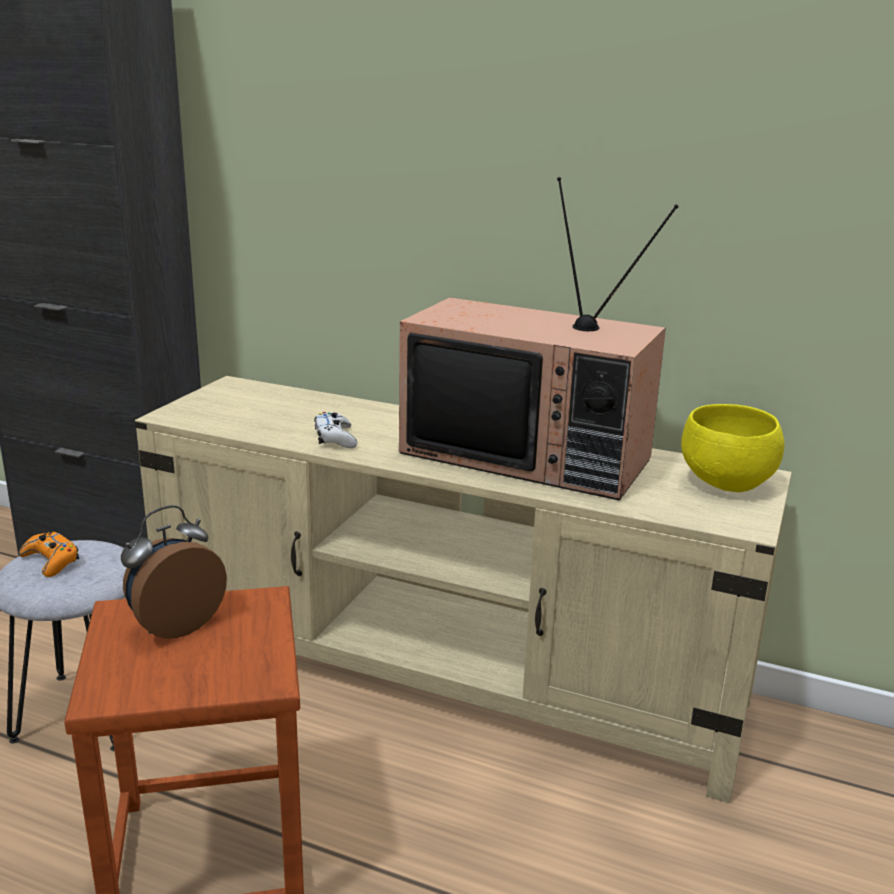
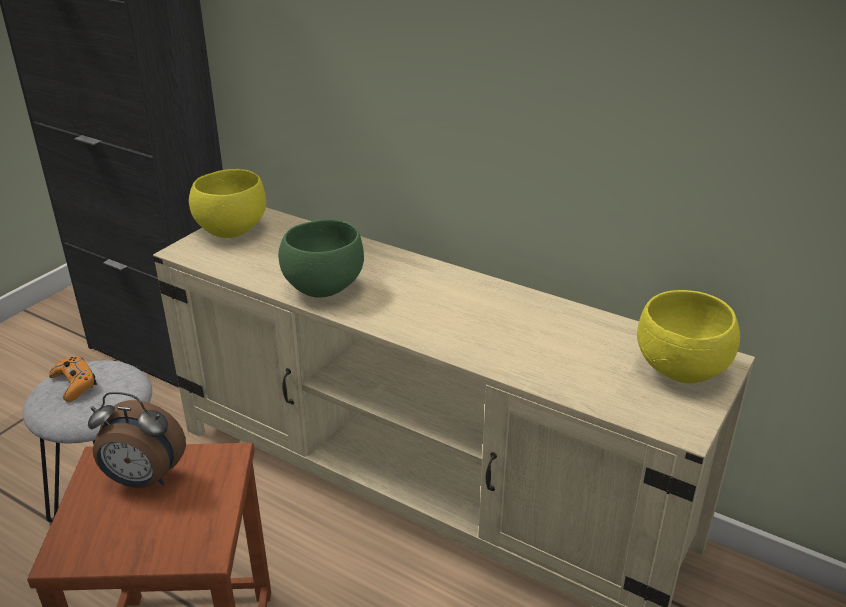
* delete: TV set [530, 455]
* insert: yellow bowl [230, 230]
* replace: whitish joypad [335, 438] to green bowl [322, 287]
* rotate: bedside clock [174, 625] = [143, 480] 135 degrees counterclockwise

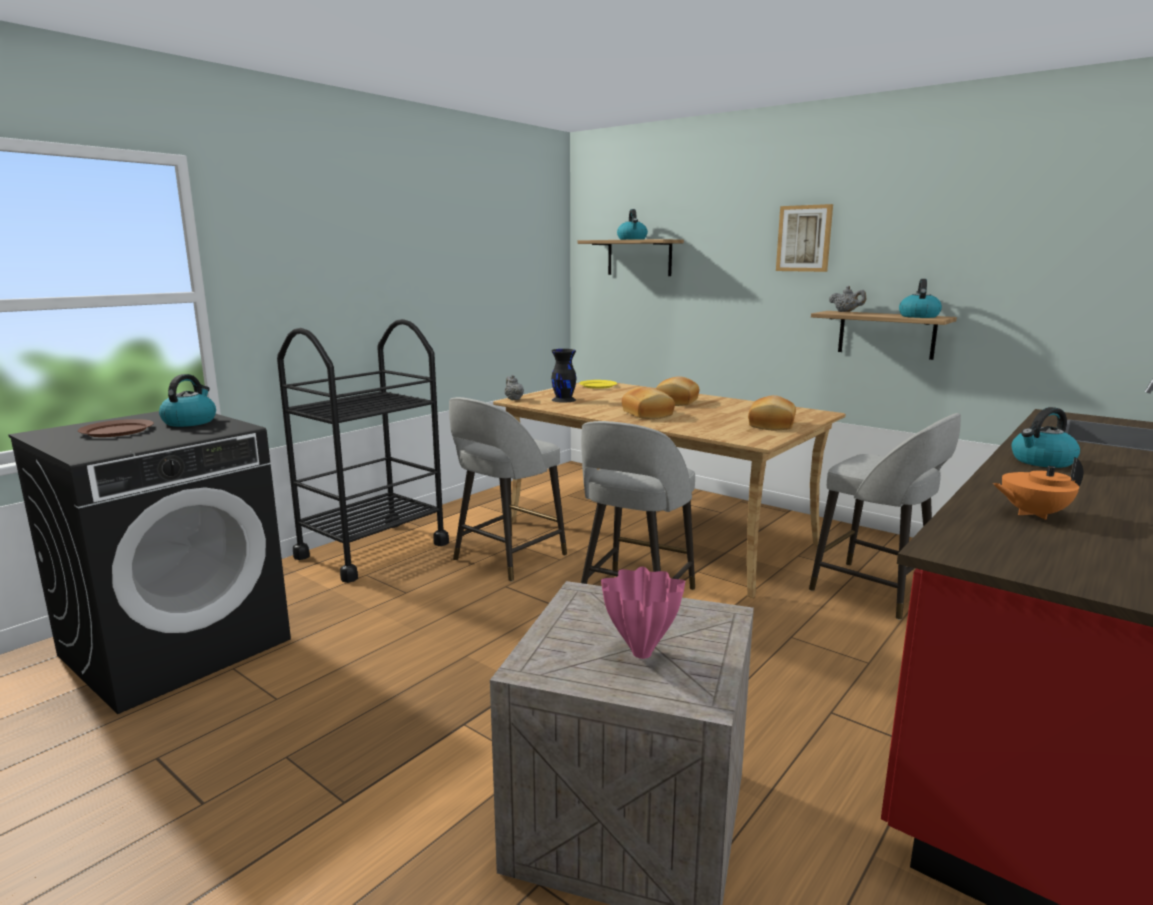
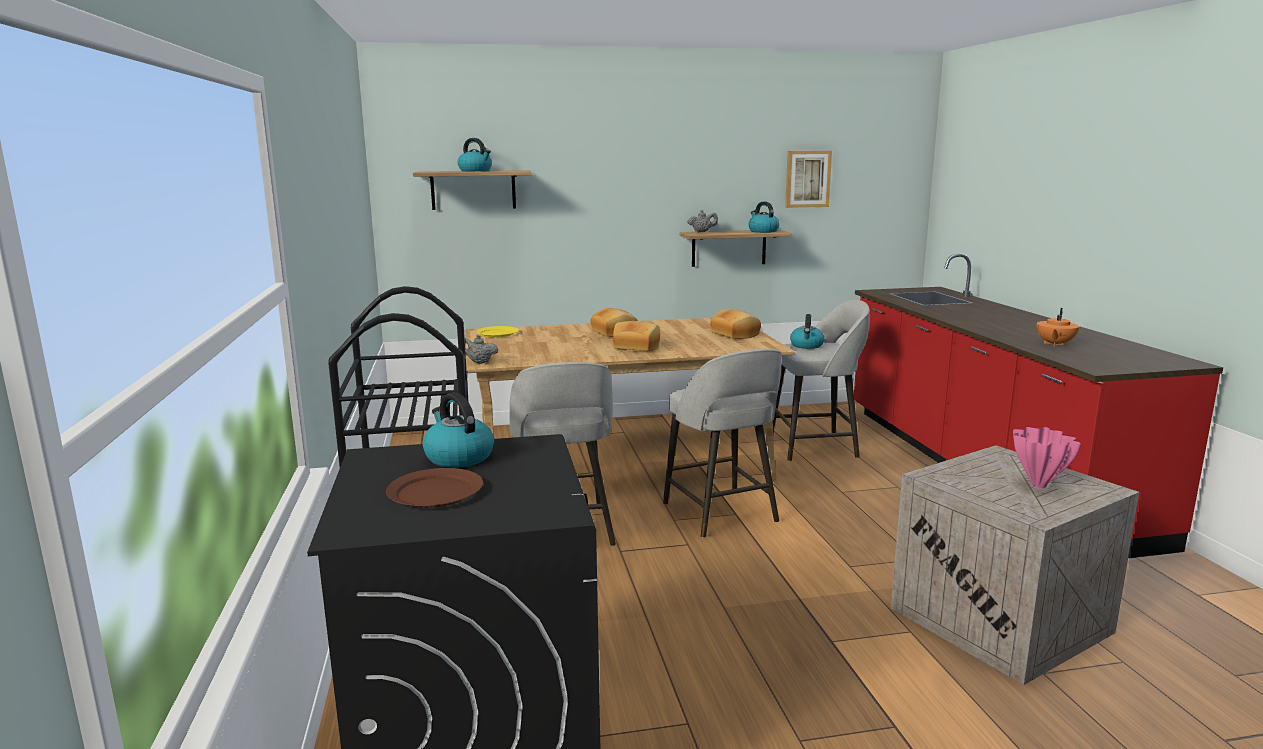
* delete: black decorative vase [564, 400]
* move: picture [804, 238] to [807, 179]
* move: kettle [1042, 461] to [807, 346]

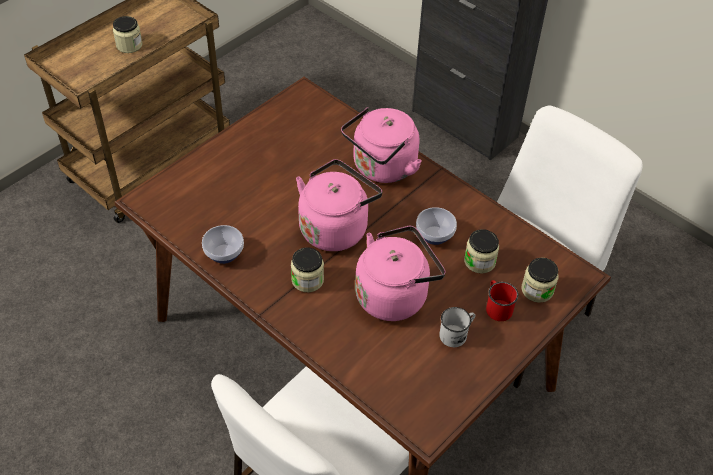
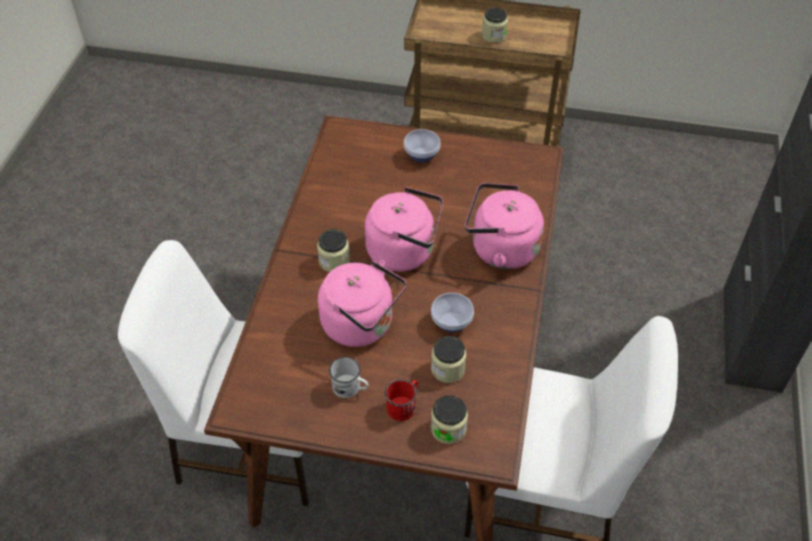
* move: bowl [223, 255] to [420, 155]

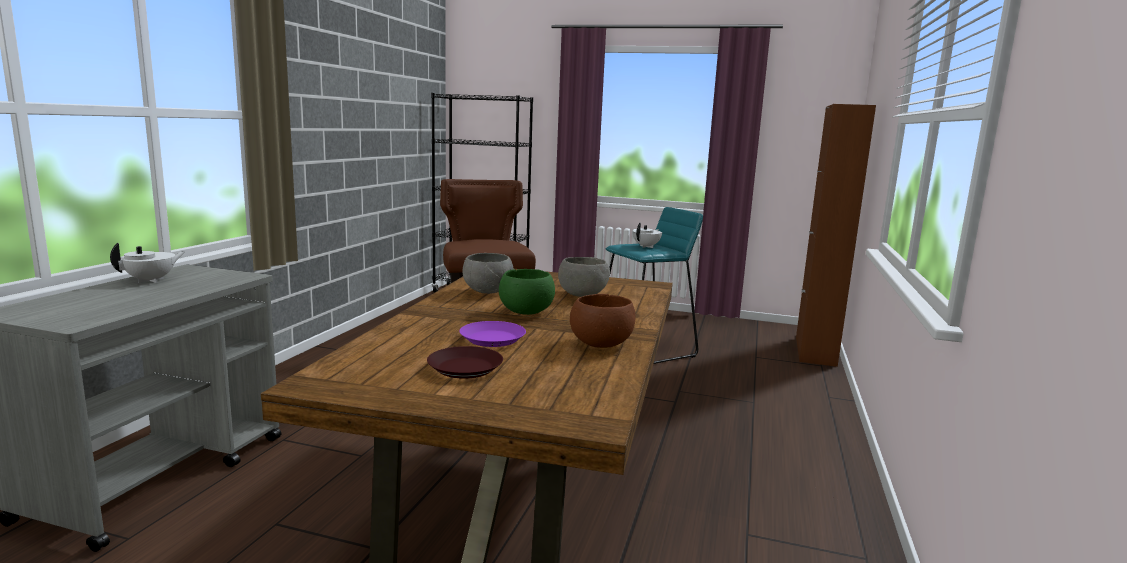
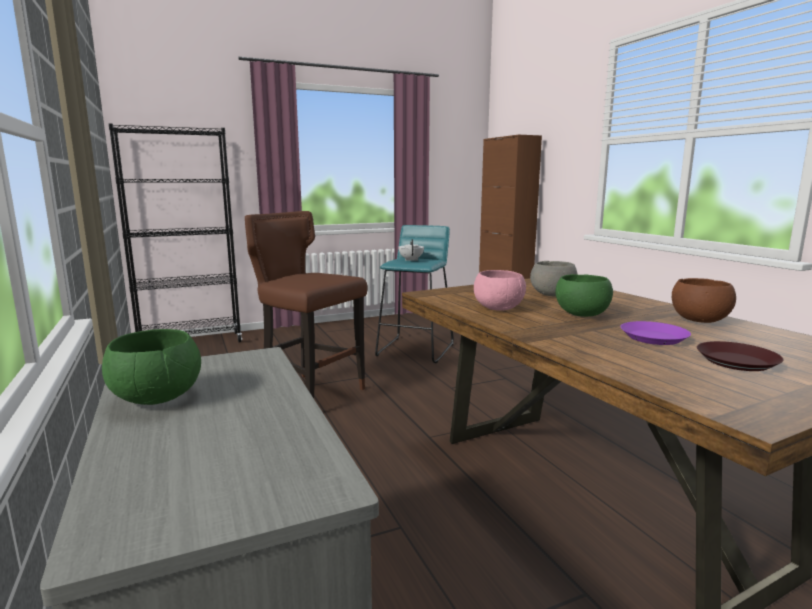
* replace: whitish tea pot [151, 280] to green bowl [158, 398]
* recolor: greyish bowl [488, 292] to pink bowl [499, 309]

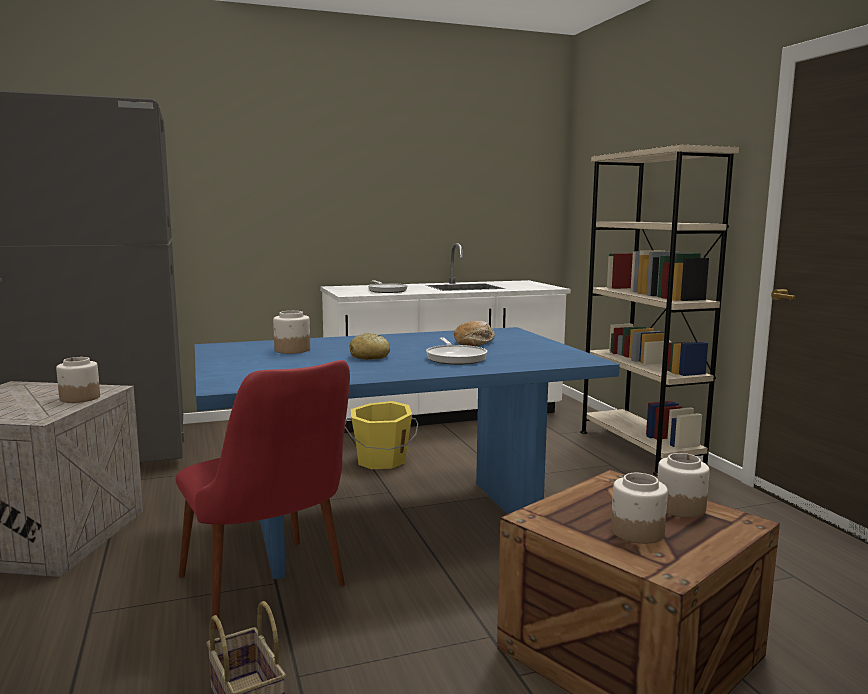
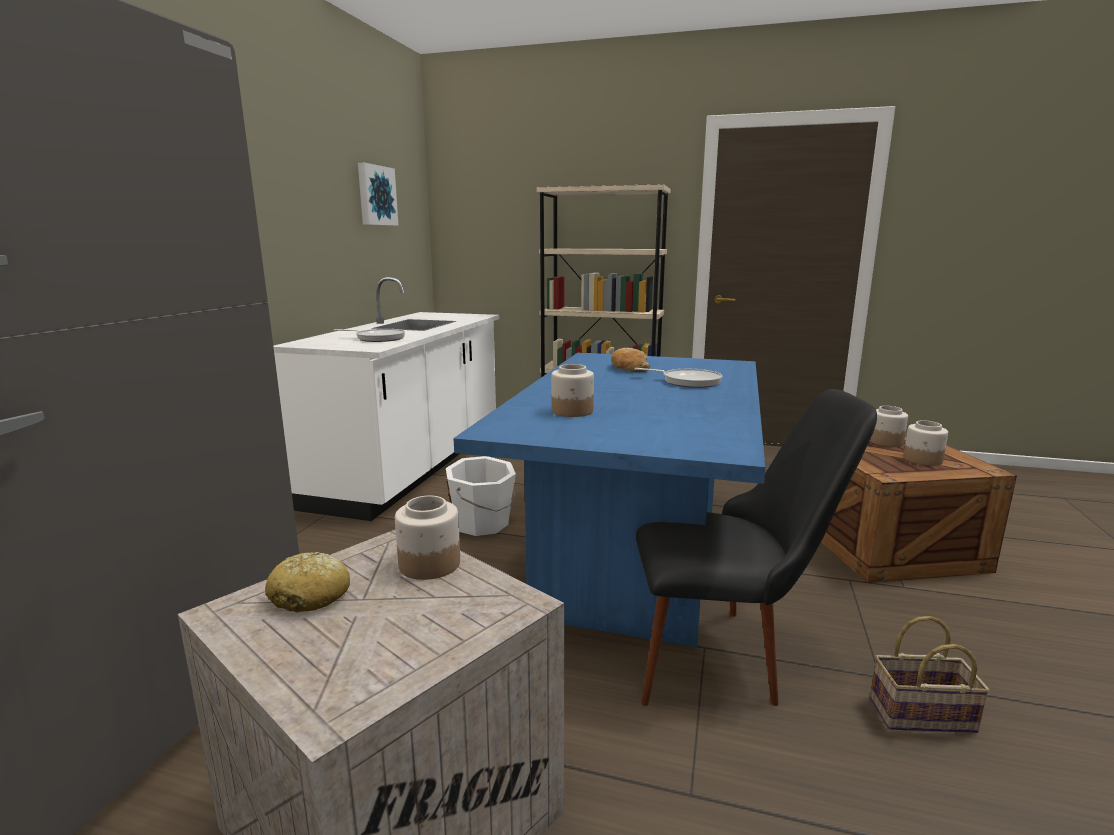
* insert: picture [376, 195]
* move: bread [370, 357] to [311, 596]
* recolor: red-coloured plain chair [272, 593] to black plain chair [725, 654]
* recolor: yellow bucket [381, 461] to whitish bucket [482, 523]

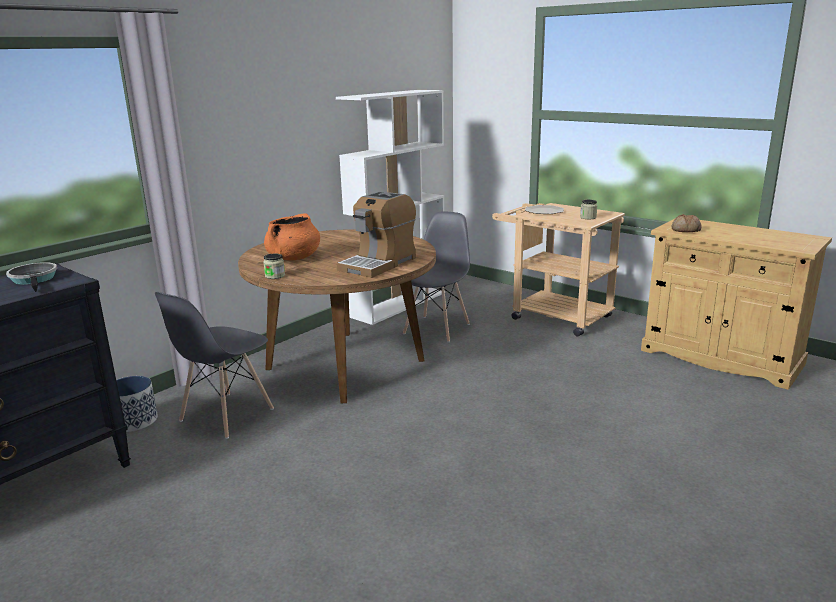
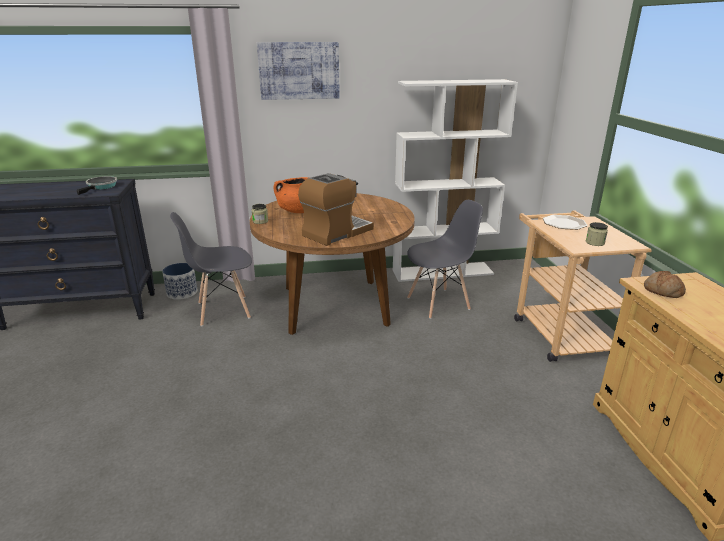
* insert: picture [299, 70]
* rotate: coffee brewer [379, 264] = [336, 233] 150 degrees clockwise

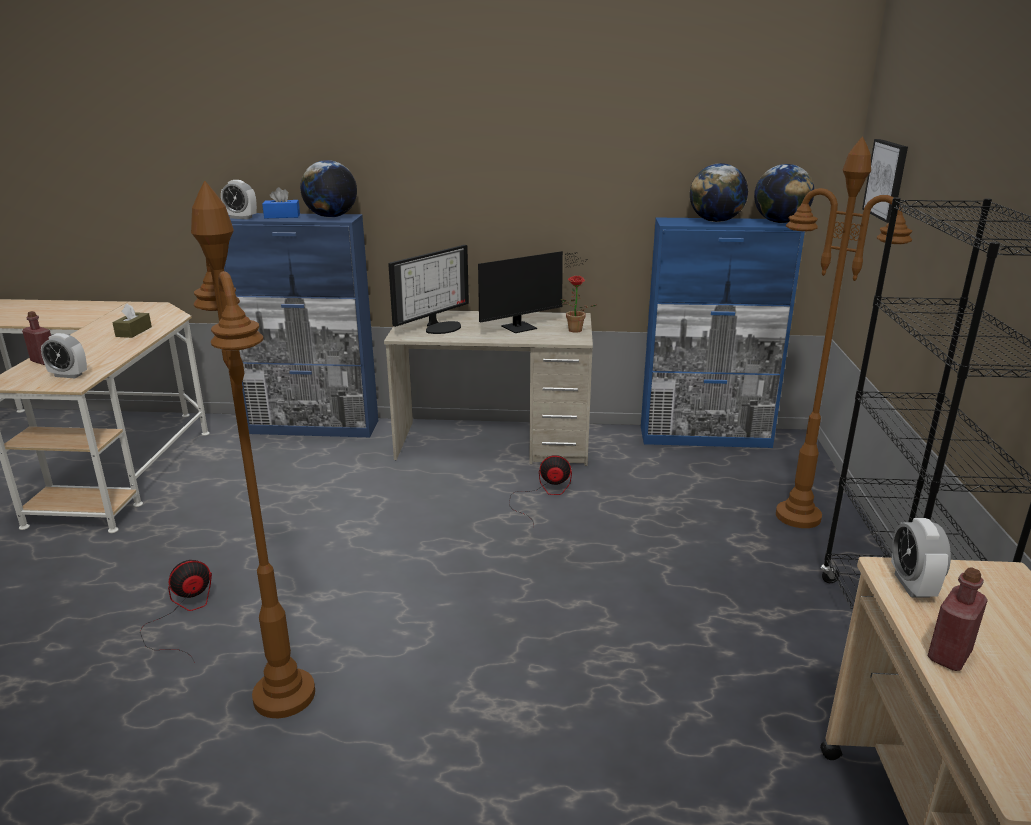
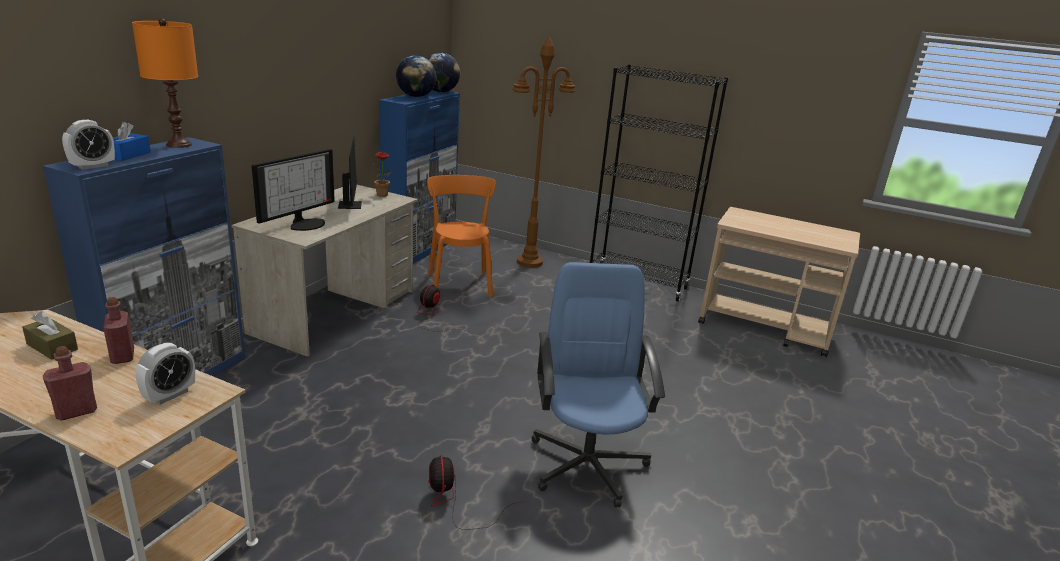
* delete: picture [886, 180]
* delete: bedside clock [912, 585]
* insert: orange-coloured plain chair [459, 283]
* move: red-coloured drink bottle [949, 655] to [122, 356]
* replace: brownish standing lamp [285, 696] to blue desk chair [587, 463]
* replace: world globe [331, 217] to orange-coloured lamp for a table [179, 145]
* rotate: monitor [440, 327] = [305, 223] 60 degrees clockwise

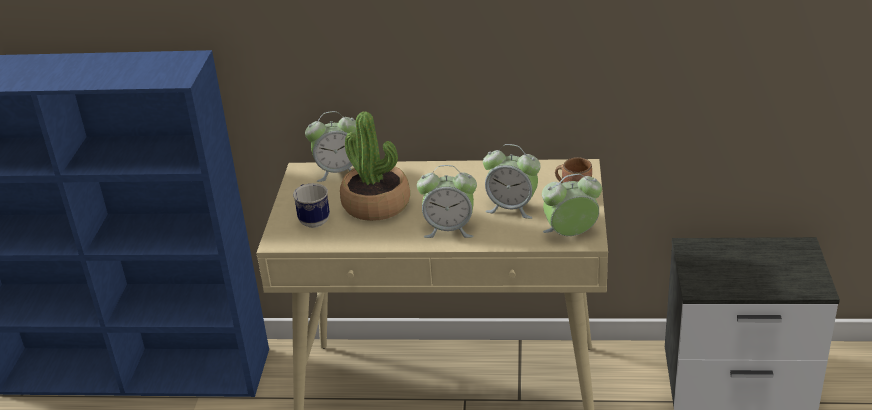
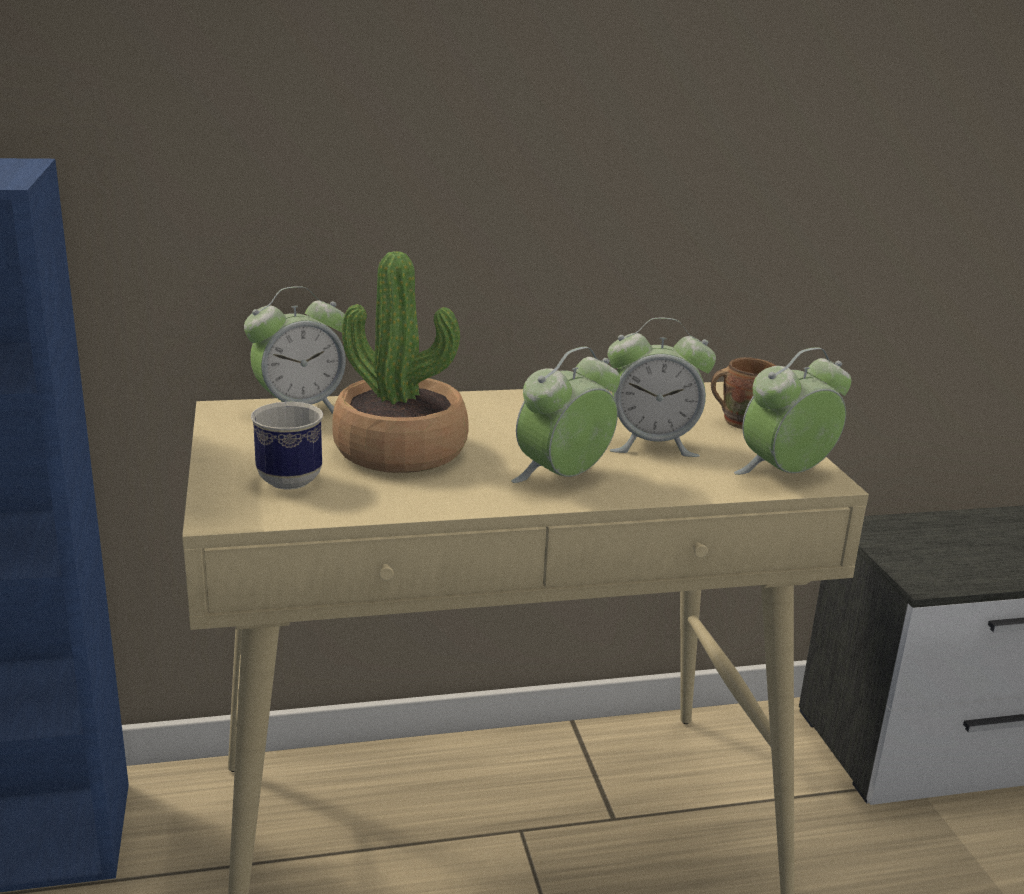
* rotate: bedside clock [449, 229] = [563, 478] 150 degrees clockwise

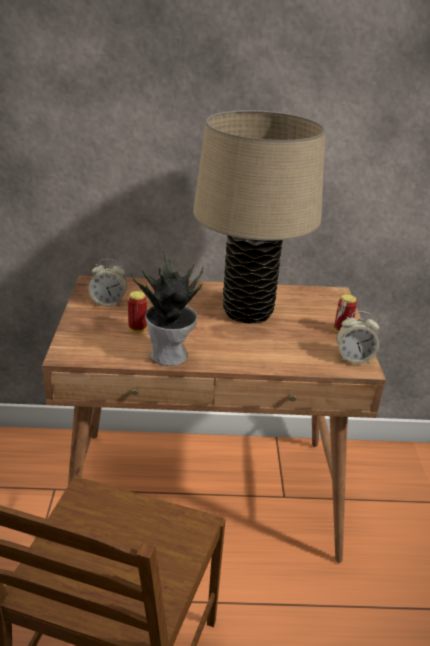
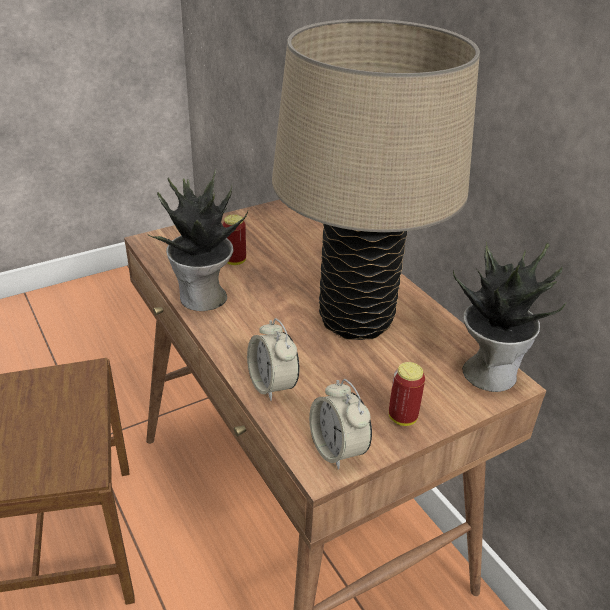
* insert: potted plant [488, 371]
* move: bedside clock [108, 303] to [272, 385]

